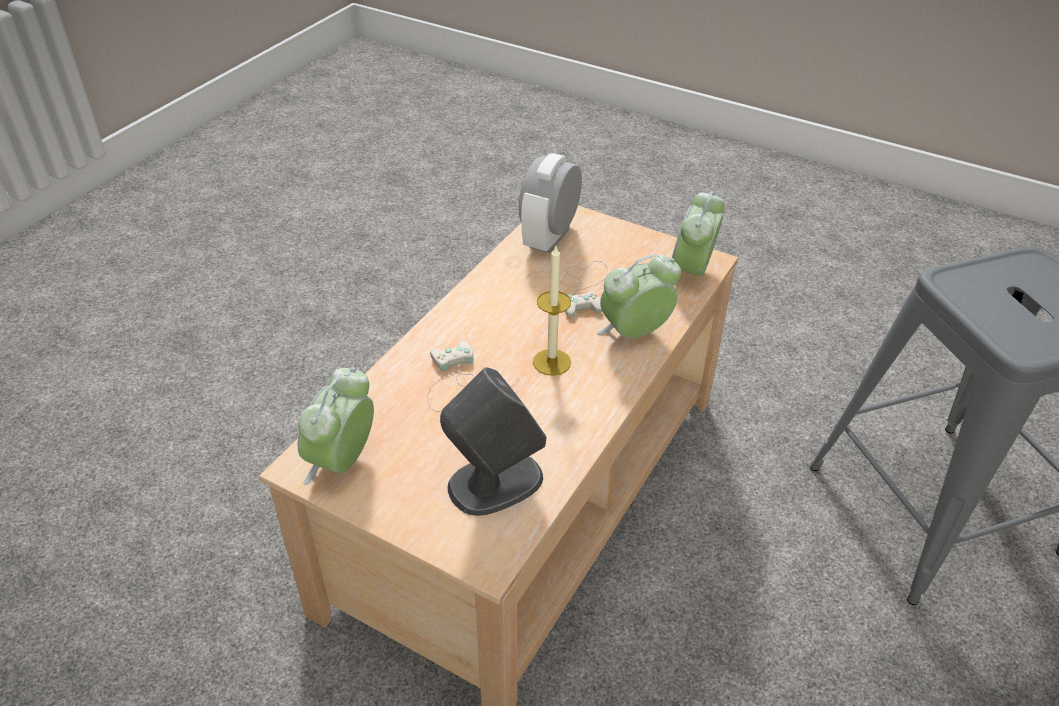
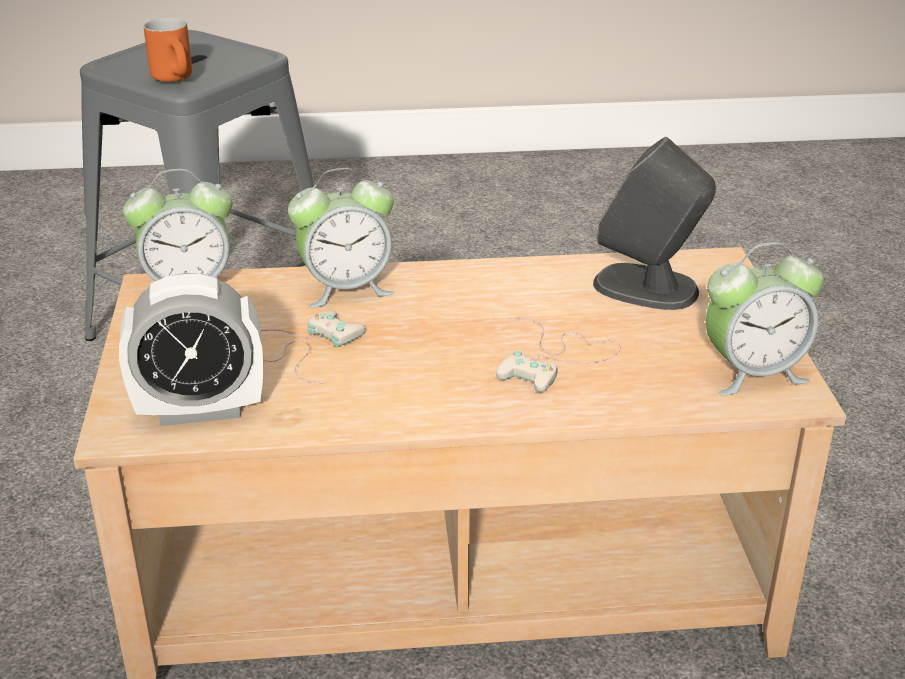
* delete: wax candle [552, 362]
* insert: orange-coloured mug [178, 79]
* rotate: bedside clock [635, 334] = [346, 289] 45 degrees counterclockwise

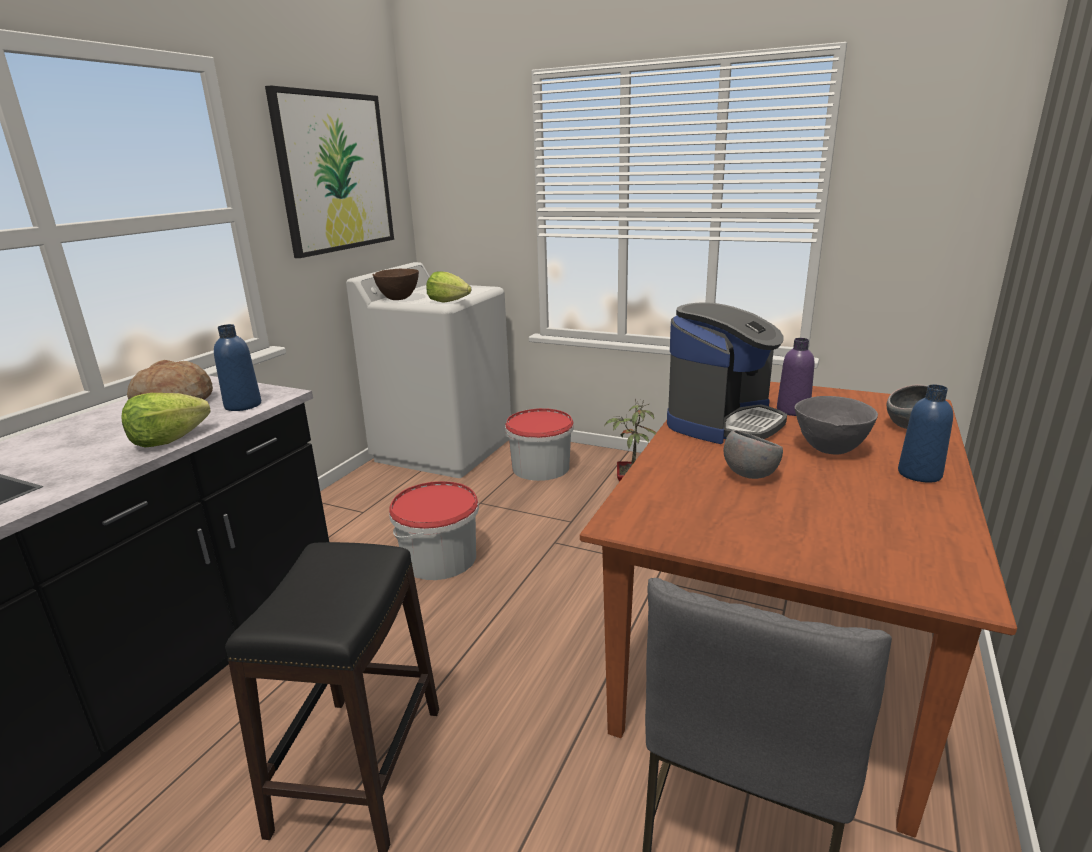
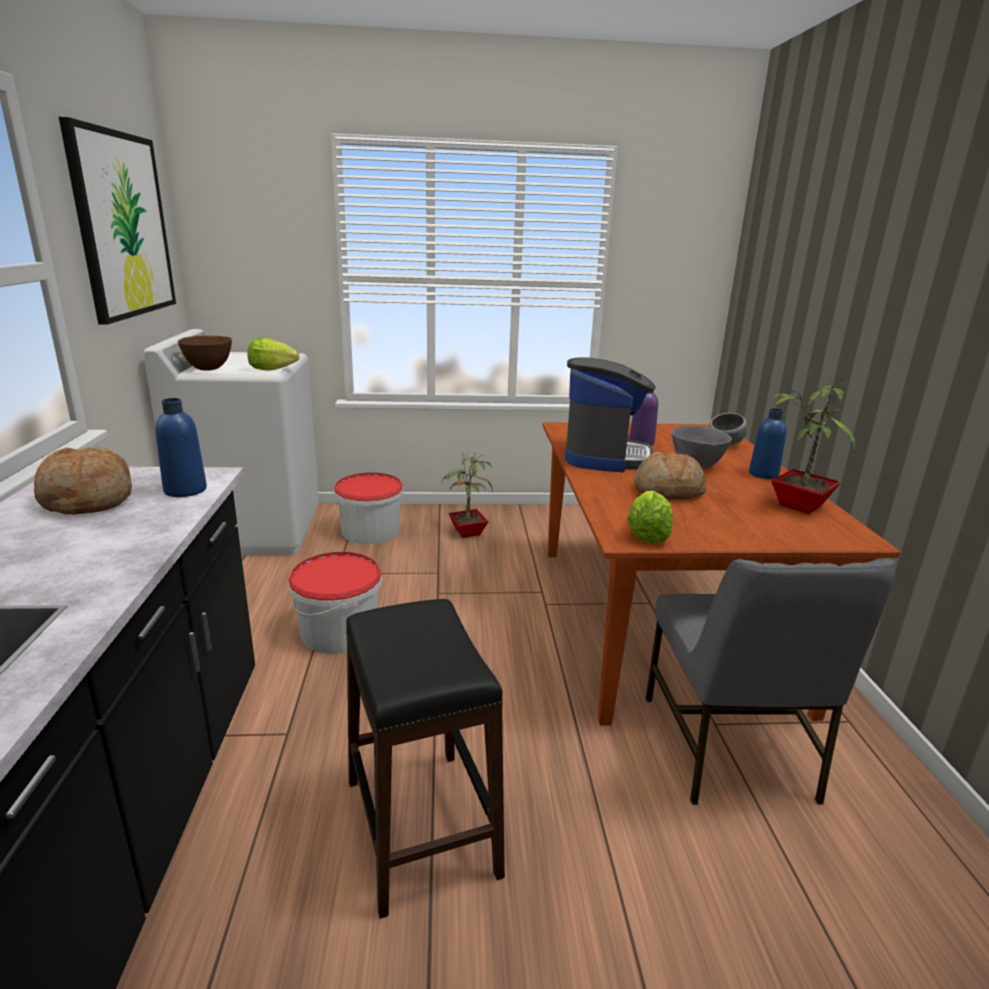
* insert: potted plant [797, 505]
* move: lettuce [168, 440] to [647, 534]
* replace: greyish bowl [749, 475] to bread [668, 491]

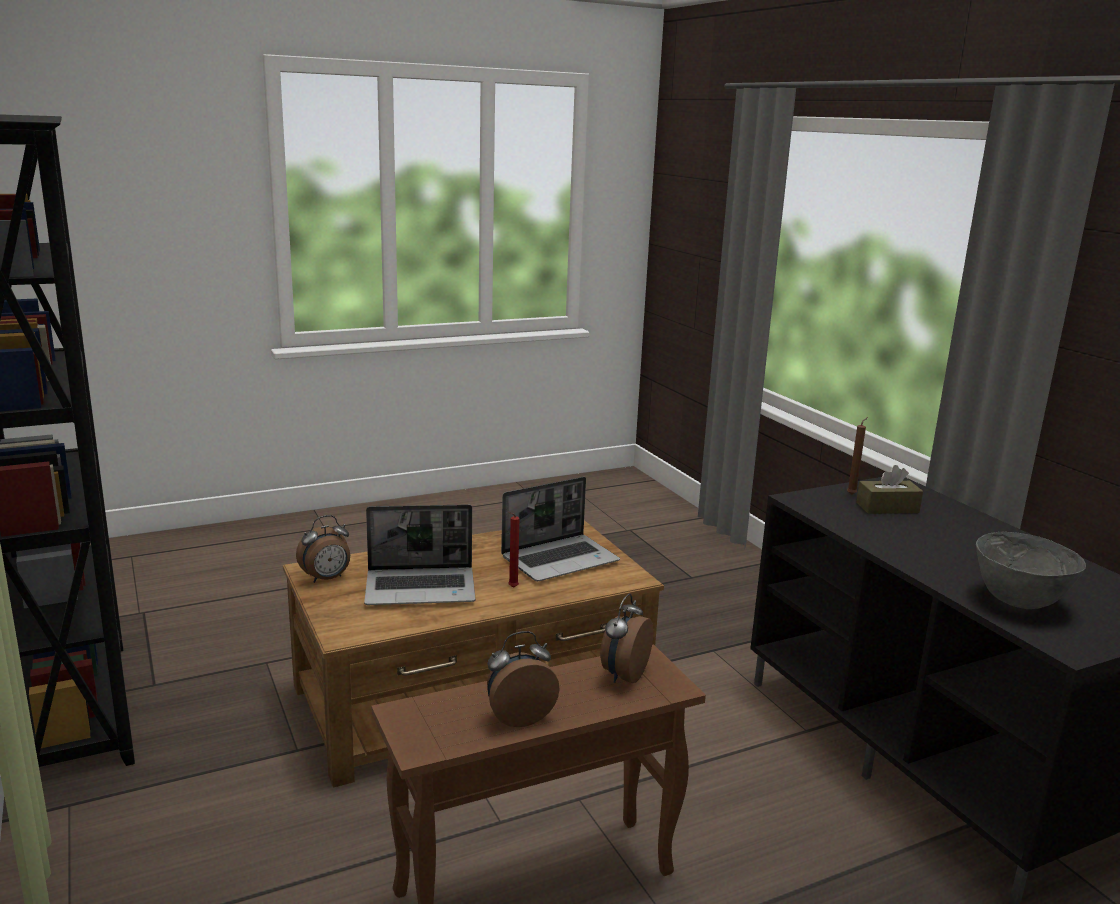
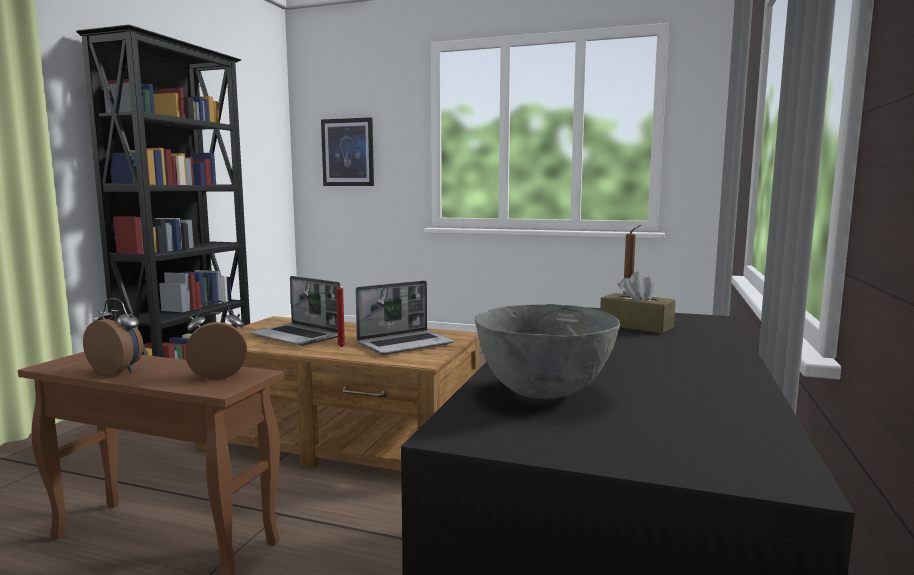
* delete: bedside clock [326, 579]
* insert: picture [348, 152]
* rotate: notebook computer [560, 559] = [406, 344] 45 degrees counterclockwise

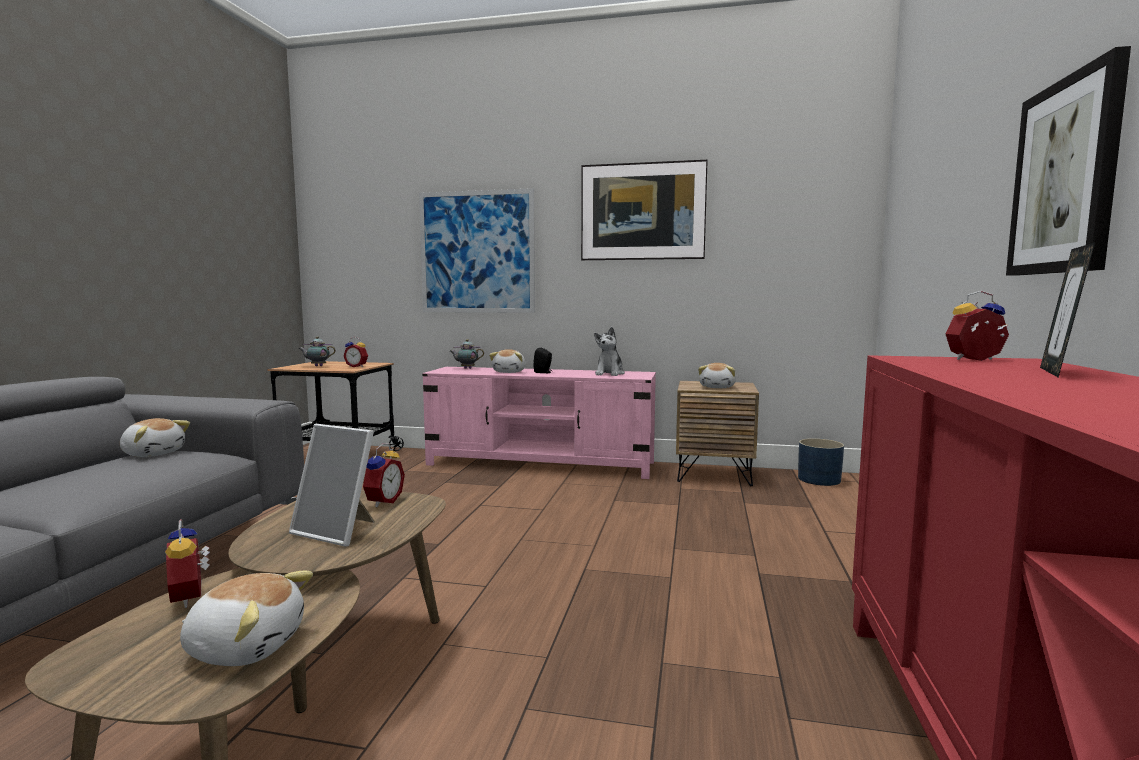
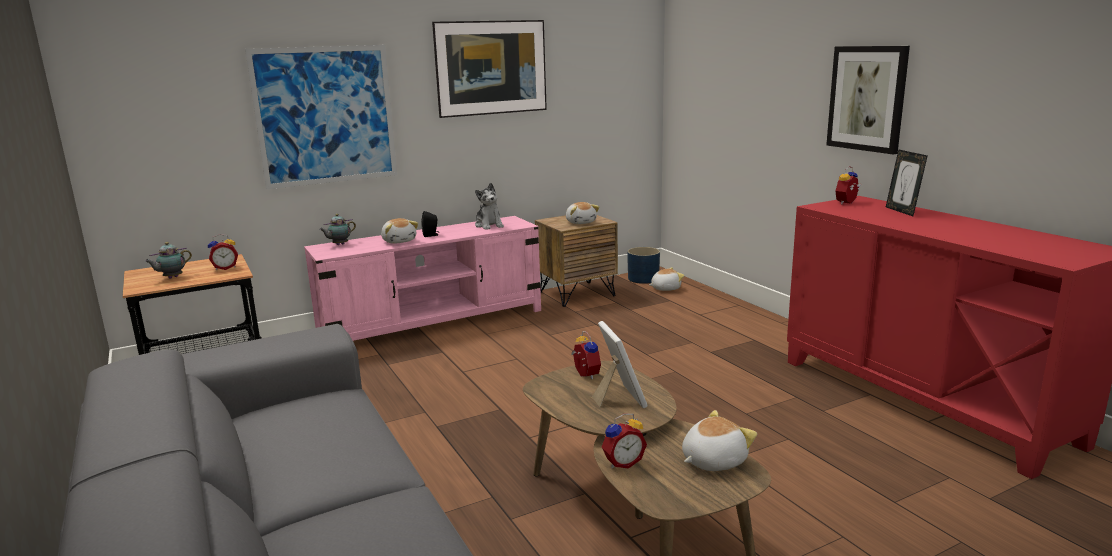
* move: cuddly toy [153, 453] to [665, 288]
* rotate: bedside clock [192, 597] = [622, 462] 45 degrees counterclockwise
* rotate: photo frame [338, 531] = [618, 398] 90 degrees counterclockwise

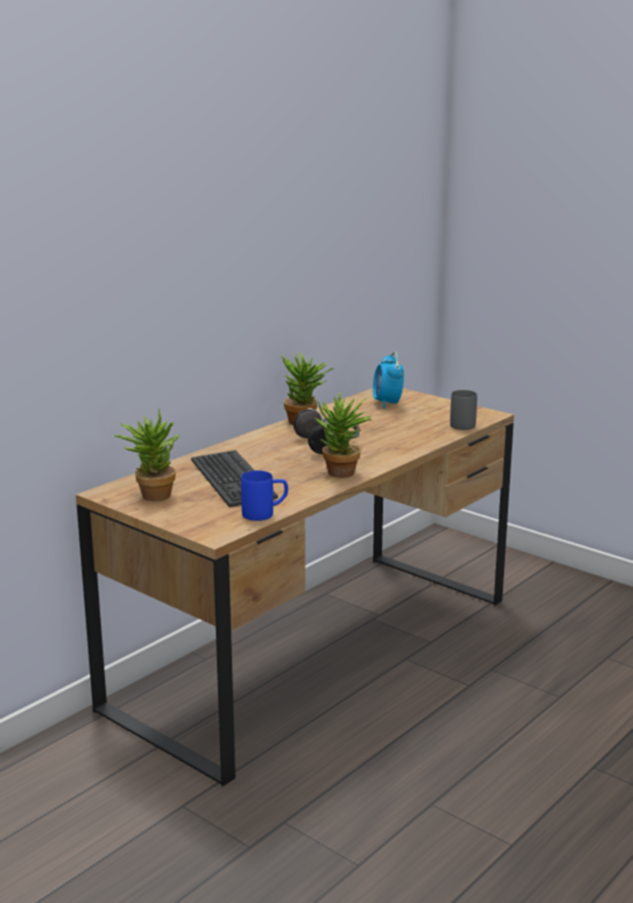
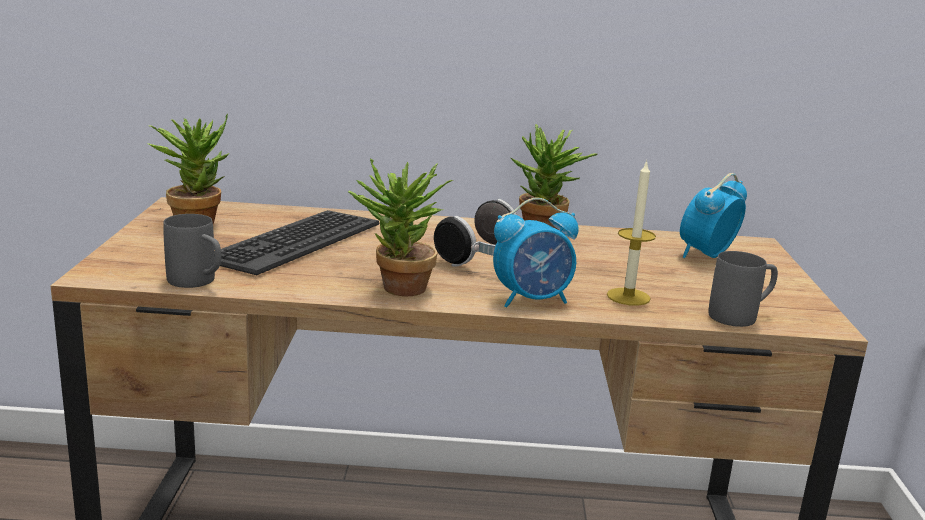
* insert: bedside clock [532, 300]
* insert: wax candle [628, 297]
* recolor: blue mug [265, 514] to greyish mug [198, 282]

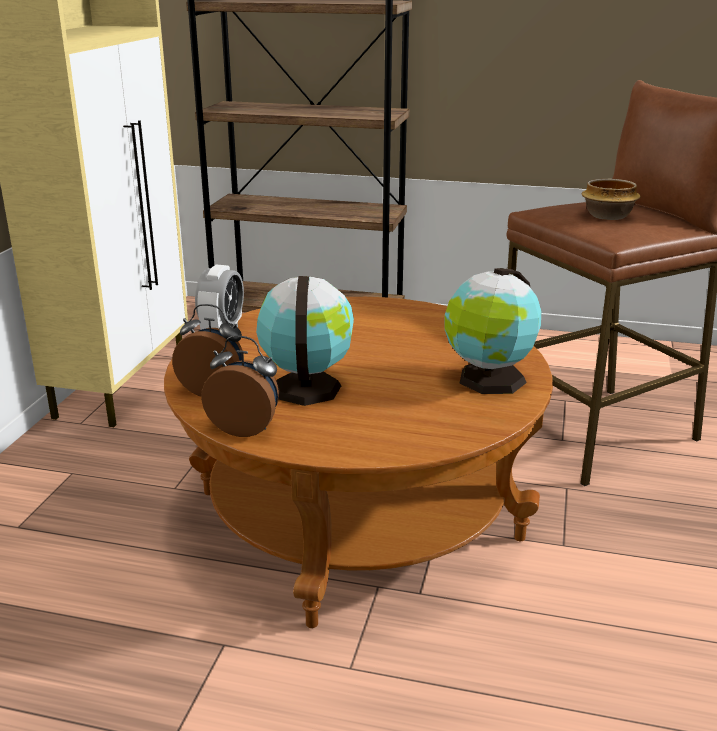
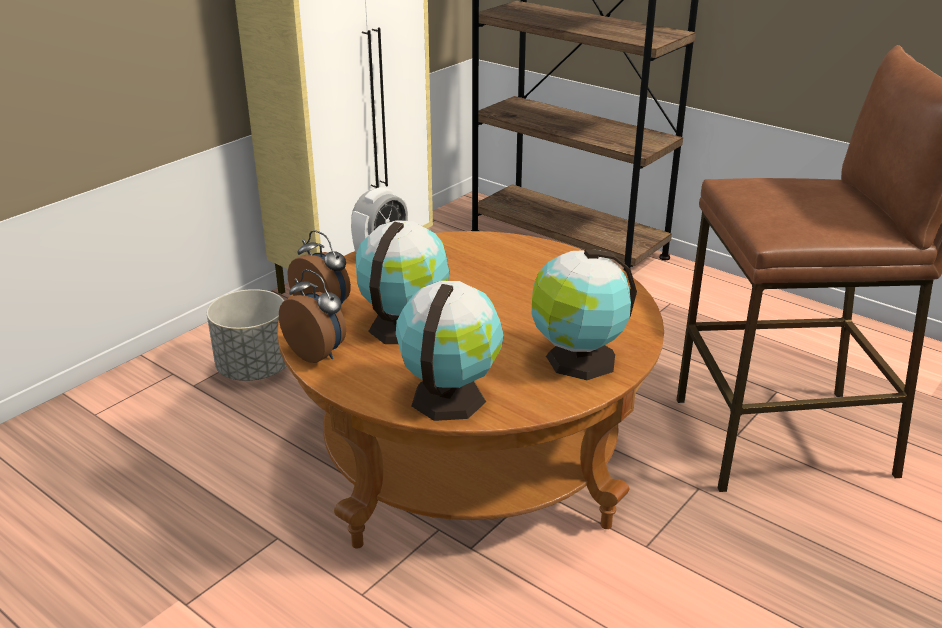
* delete: bowl [607, 216]
* insert: greyish planter [255, 369]
* insert: world globe [449, 396]

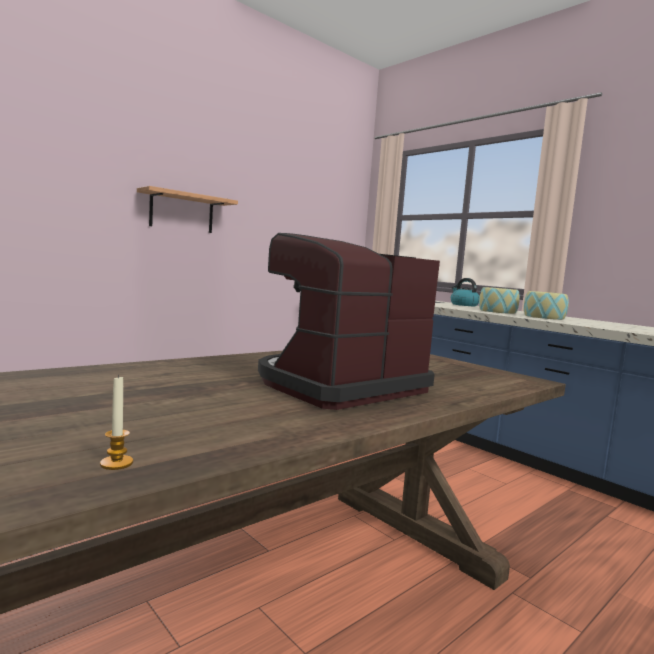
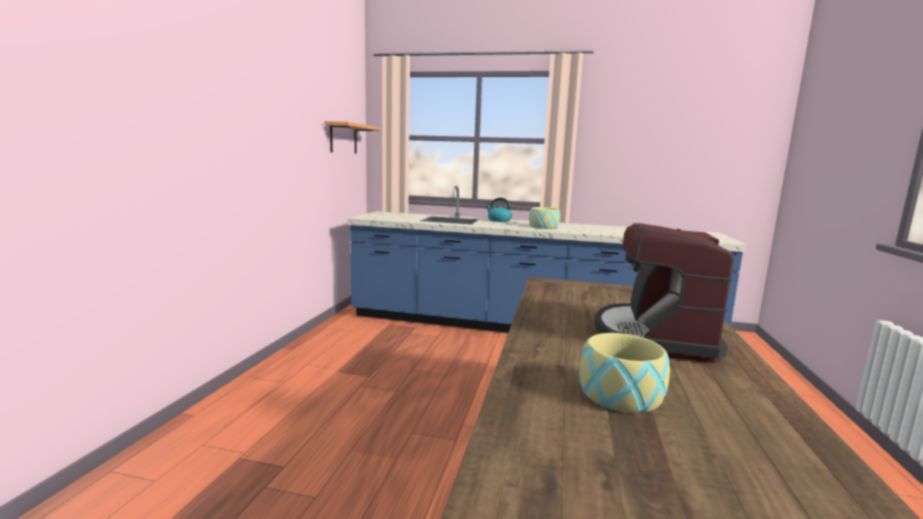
* delete: wax candle [116, 463]
* move: bracket shelf [182, 212] to [343, 138]
* move: bowl [543, 317] to [620, 394]

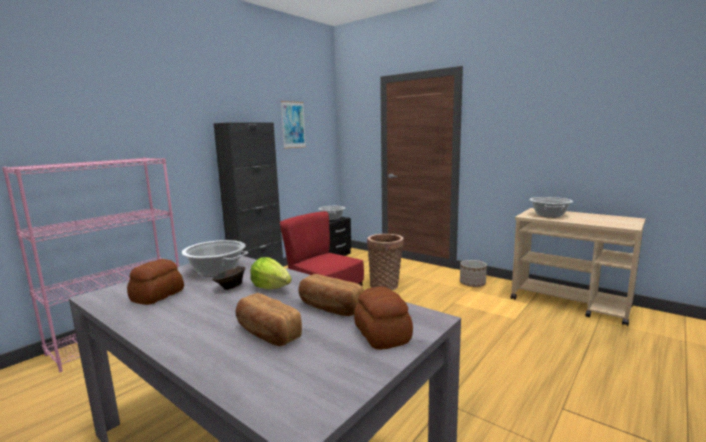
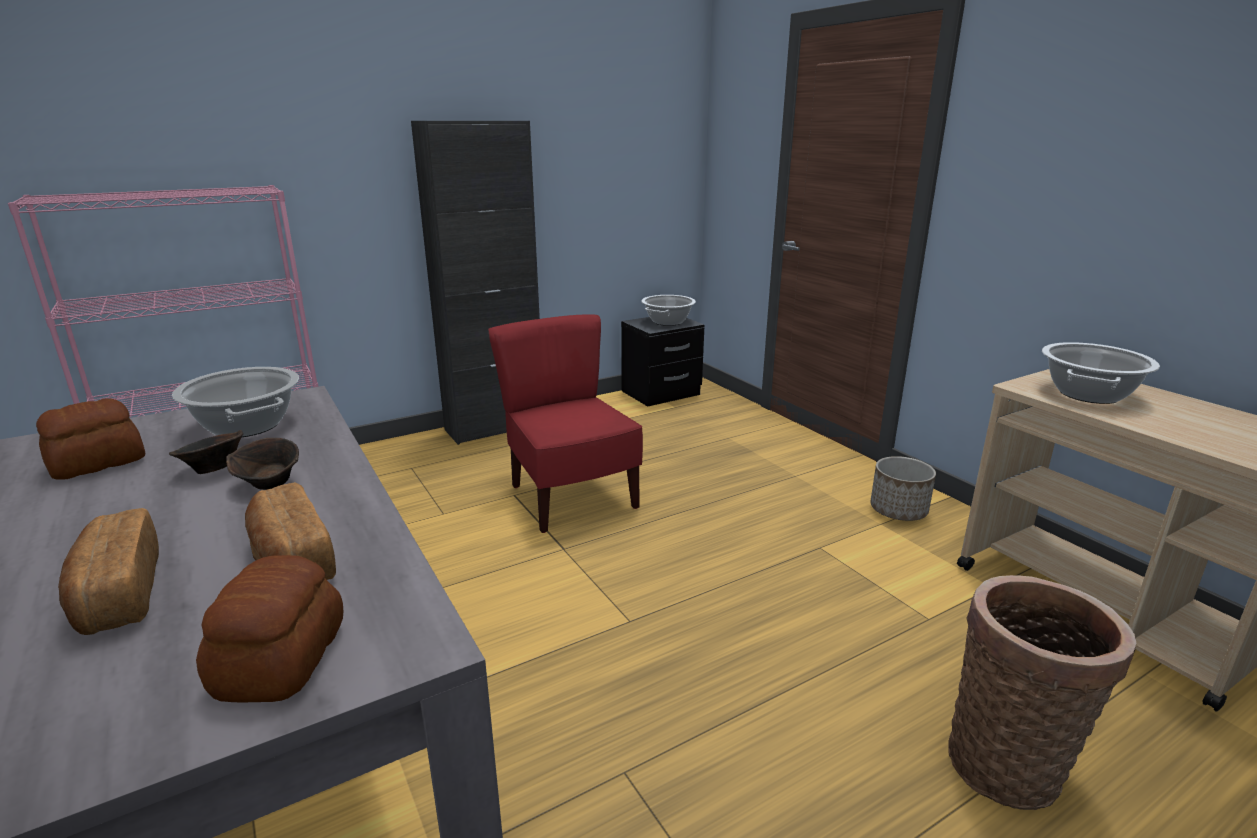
* delete: picture [293, 125]
* move: storage basket [385, 285] to [1009, 763]
* replace: lettuce [271, 287] to brownish bowl [270, 484]

